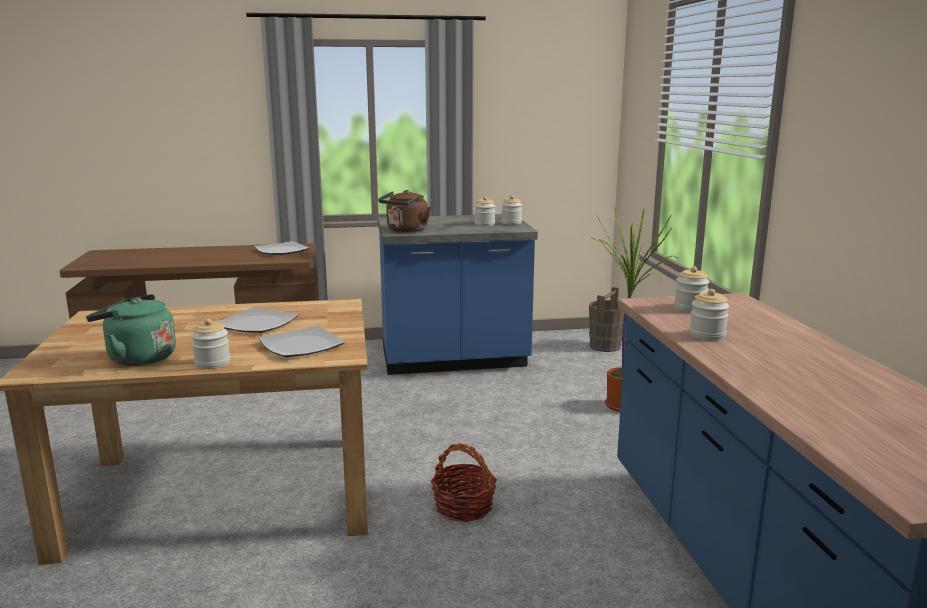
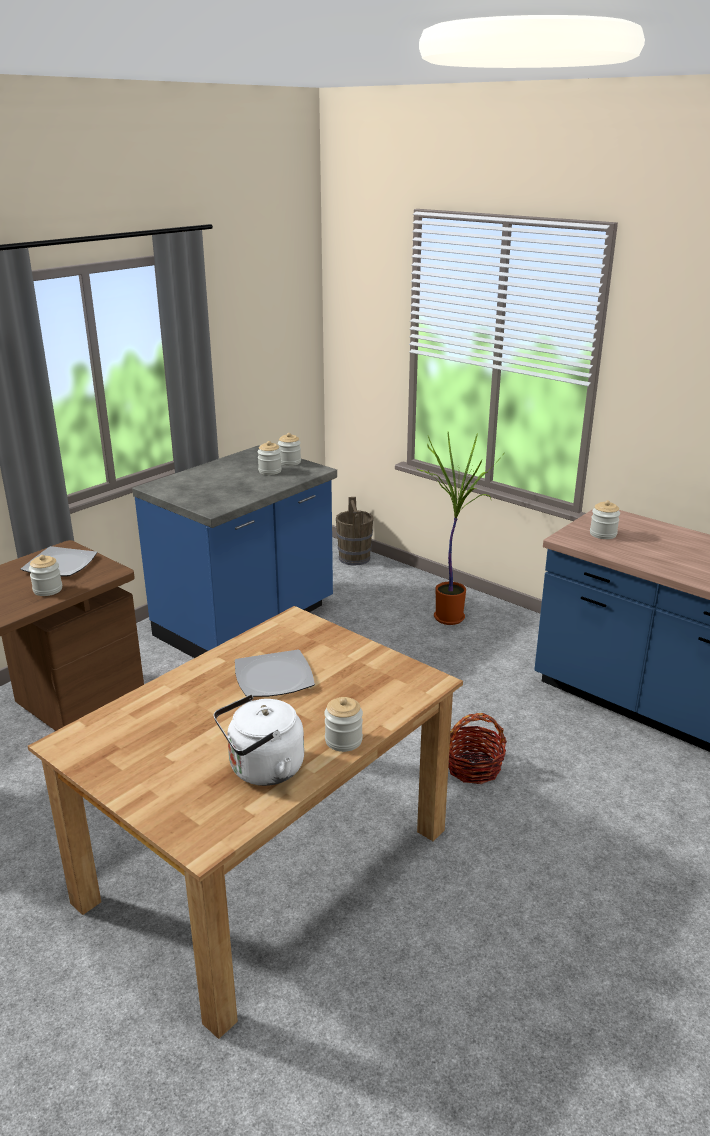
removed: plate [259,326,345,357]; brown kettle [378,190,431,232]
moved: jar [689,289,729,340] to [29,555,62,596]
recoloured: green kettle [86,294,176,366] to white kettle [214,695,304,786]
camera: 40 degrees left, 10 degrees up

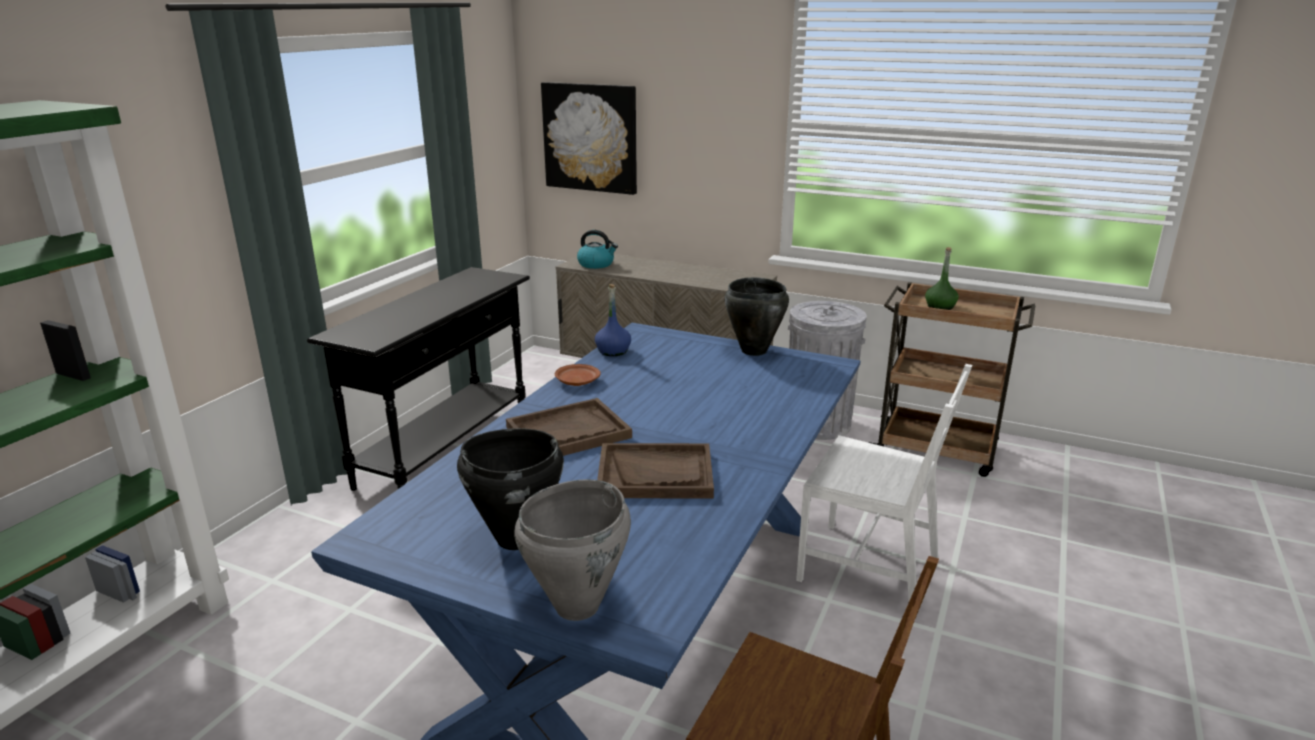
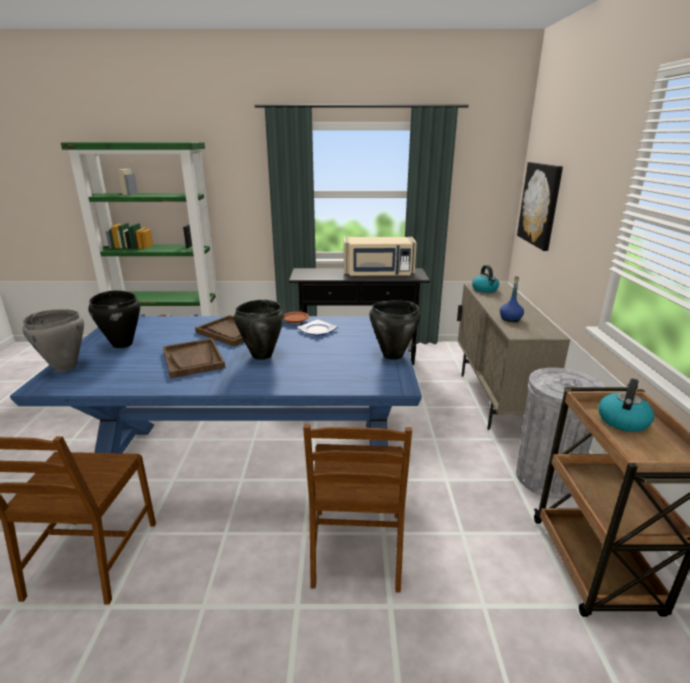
added: black cooking pot [234,300,284,360]; plate [297,319,338,336]; beige microwave [344,237,417,277]
moved: blue bottle [595,284,631,356] to [500,276,524,322]
replaced: green bottle [925,247,959,310] to kettle [598,378,654,432]
recoloured: white chair [796,364,972,601] to brown chair [303,424,412,593]
camera: 65 degrees right, 0 degrees up

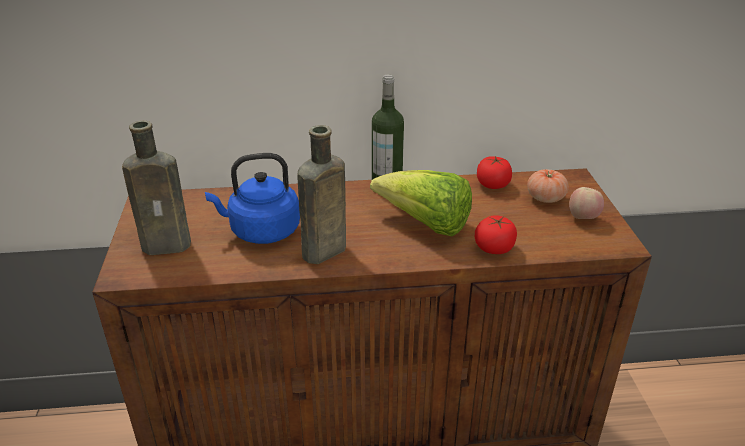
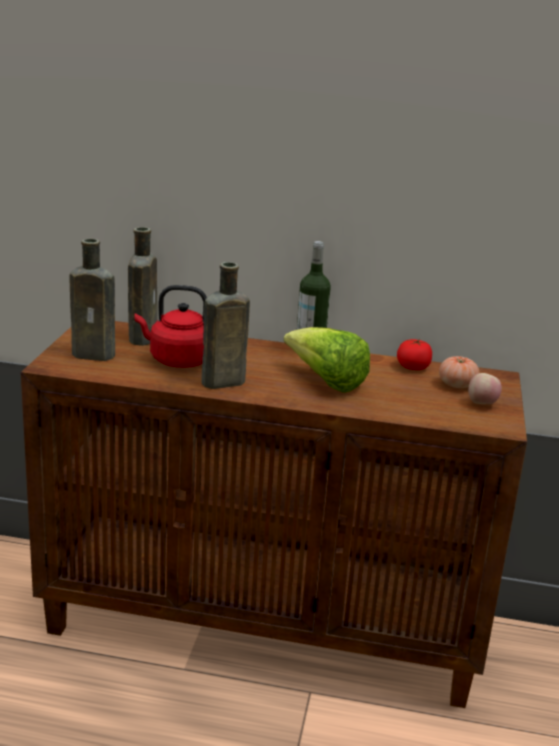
removed: tomato [475,215,517,254]
added: brown bottle [128,227,157,346]
recoloured: blue kettle [205,153,300,244] to red kettle [135,285,207,368]
camera: 15 degrees right, 10 degrees down

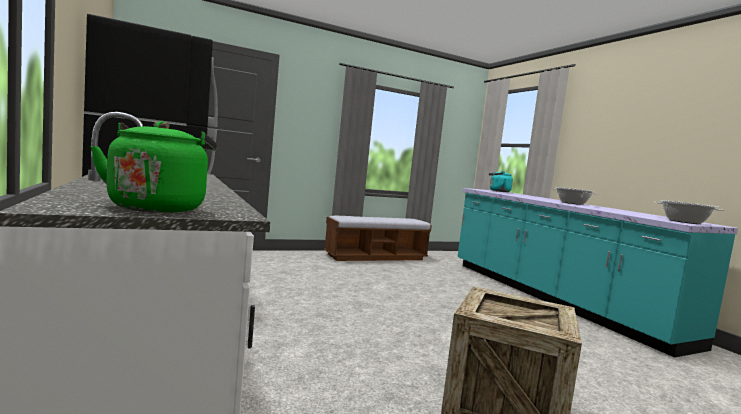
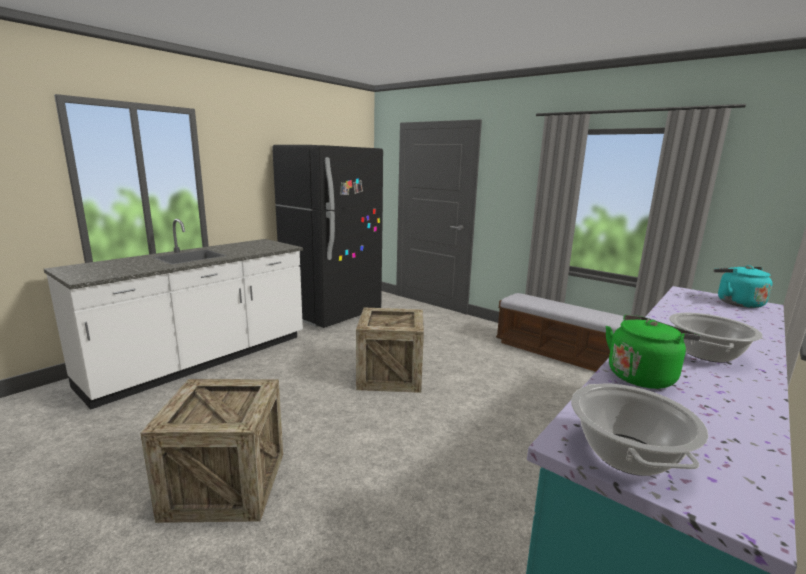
added: crate [356,308,424,393]
moved: green kettle [90,121,217,213] to [605,315,700,389]
camera: 65 degrees right, 10 degrees up

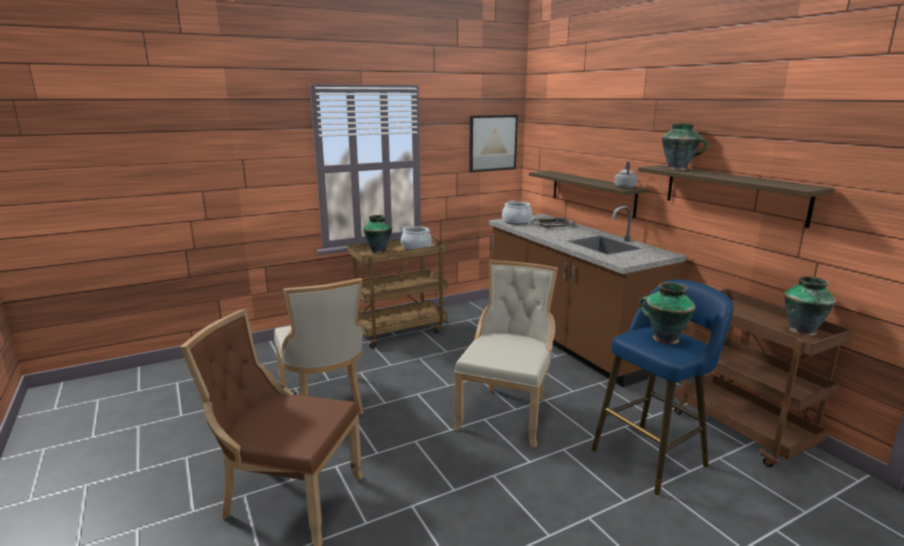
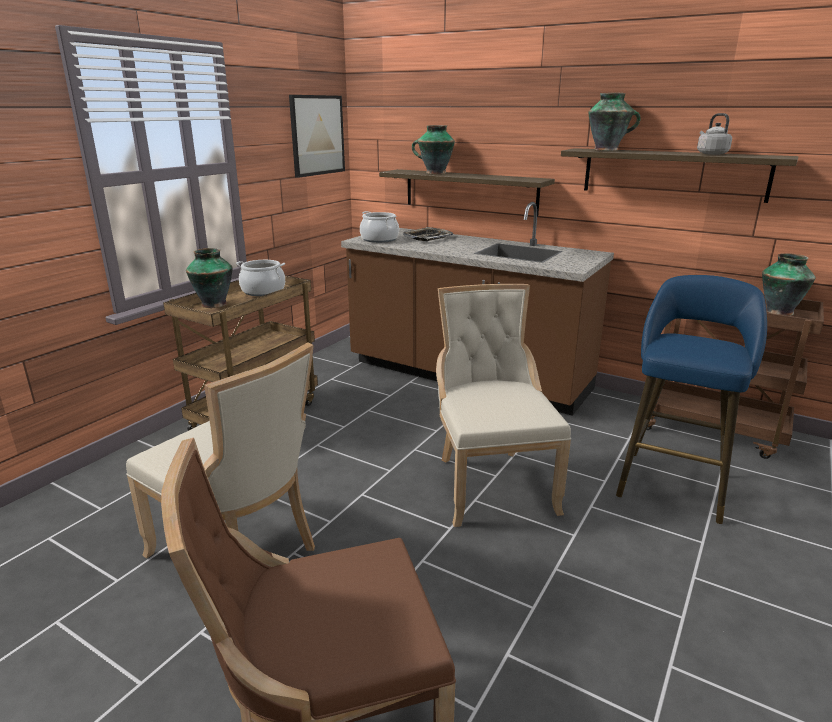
moved: grey kettle [614,161,637,189] to [697,113,732,155]; vase [639,282,696,344] to [412,125,455,174]
camera: 30 degrees left, 5 degrees up

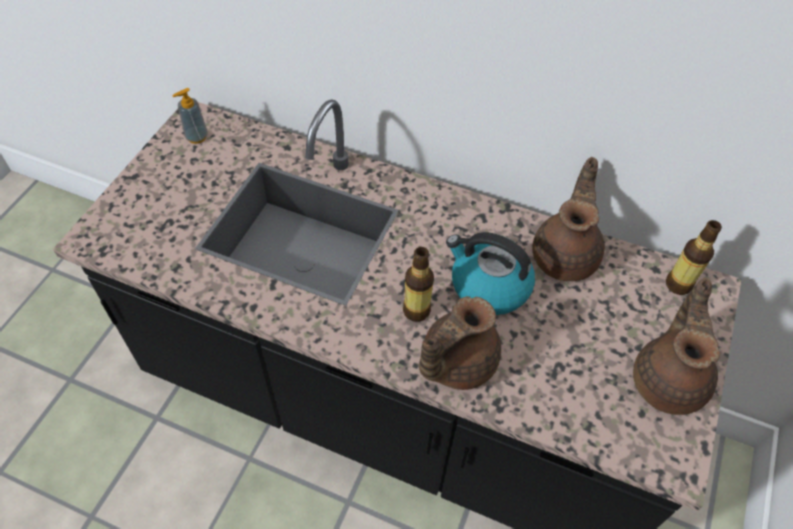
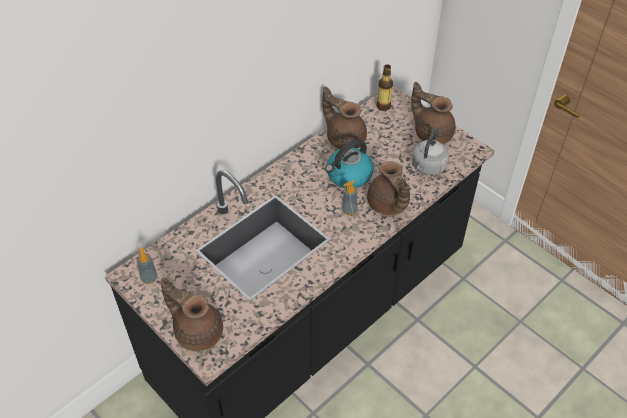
added: brown teapot [160,278,223,351]; grey kettle [412,129,449,175]
replaced: bottle [403,247,434,322] to soap dispenser [342,180,357,215]
camera: 65 degrees left, 5 degrees down

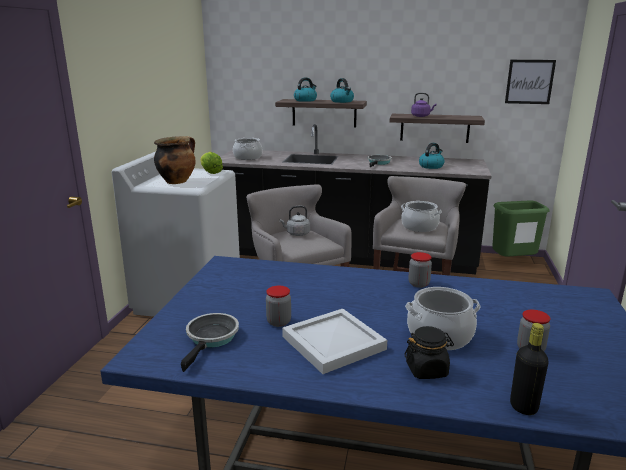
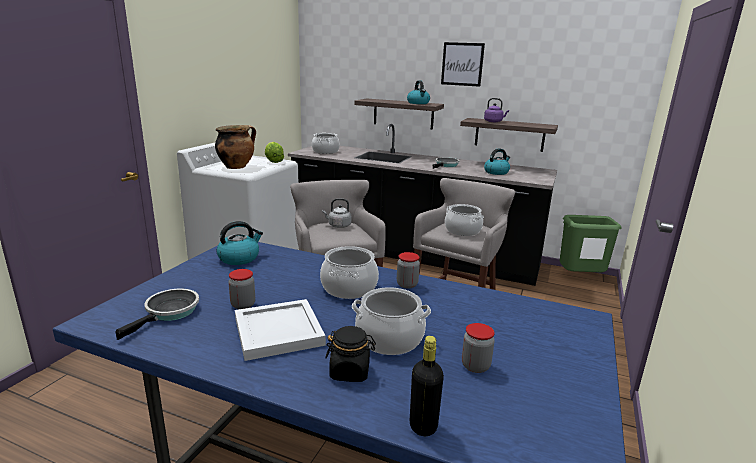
added: cooking pot [320,246,379,299]
moved: kettle [294,78,317,102] to [217,221,263,265]; picture [505,60,556,104] to [441,42,485,87]
camera: 10 degrees right, 0 degrees up

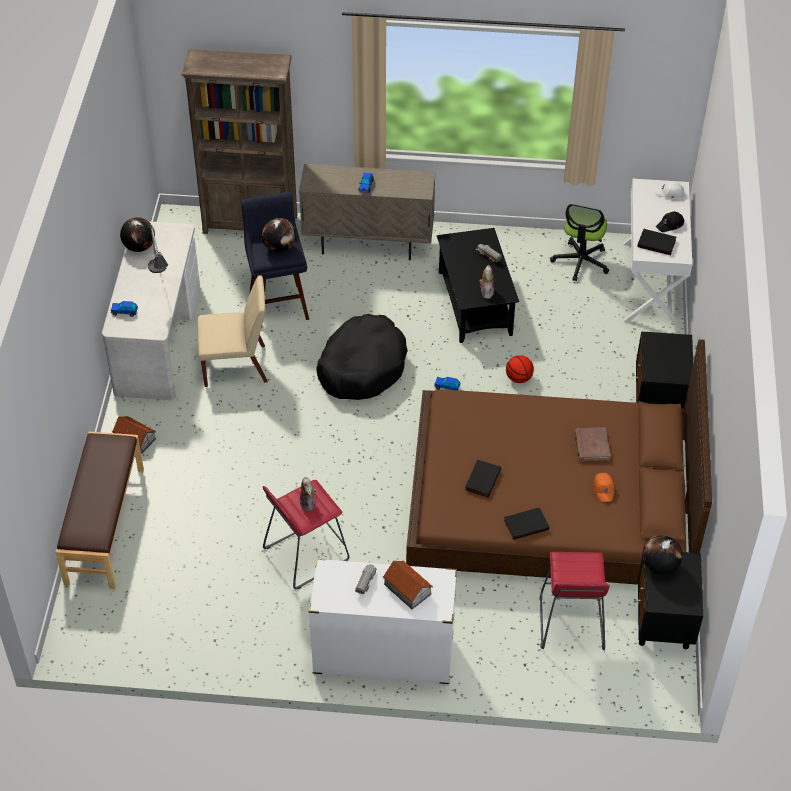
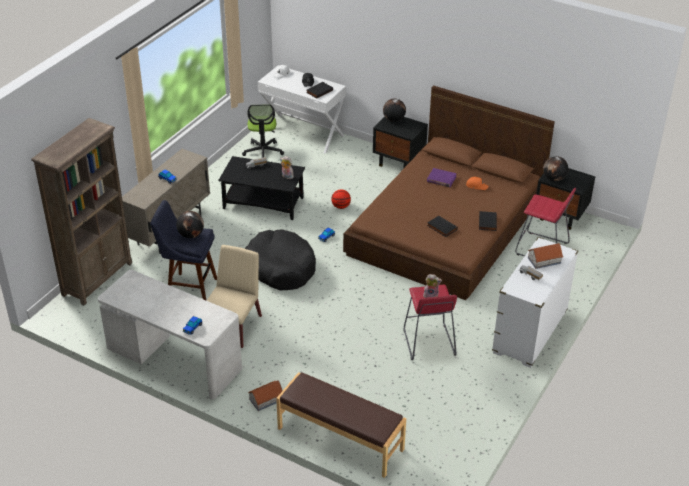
removed: table lamp [148,224,168,273]
moved: globe [120,217,155,252] to [383,98,406,122]
recoloured: brown book [574,427,610,461] to purple book [427,168,457,187]
turned: office chair [550,204,609,281] = [242,104,284,158] 45 degrees clockwise
camera: 65 degrees left, 10 degrees down

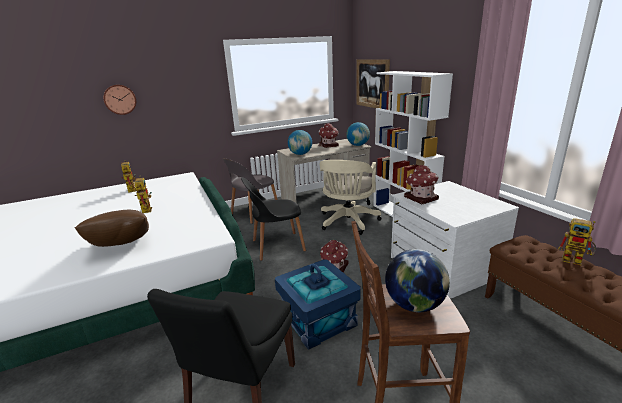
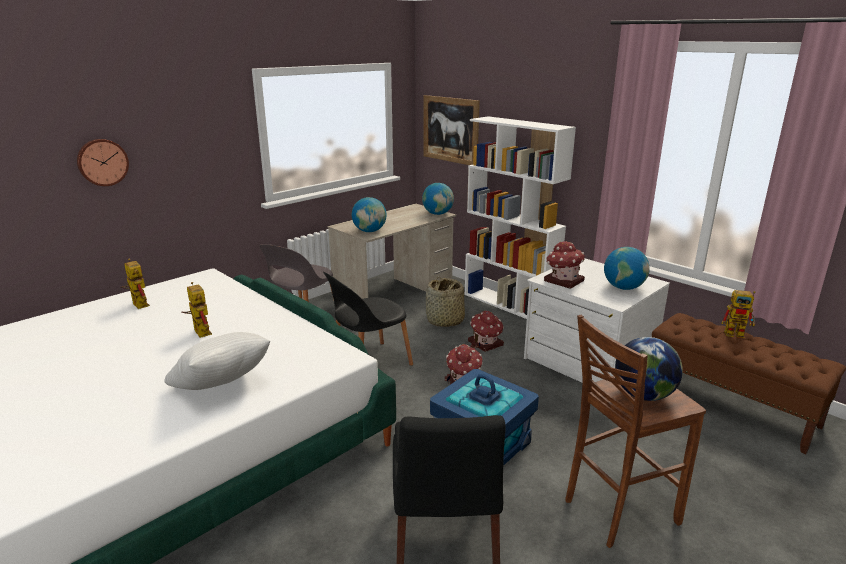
added: globe [604,247,650,290]
moved: toy house [318,123,339,148] to [468,311,504,352]
replaced: beige office chair [320,160,382,235] to basket [426,276,465,327]
recoloured: brown pillow [74,210,149,247] to white pillow [164,332,270,390]
camera: 20 degrees left, 0 degrees up

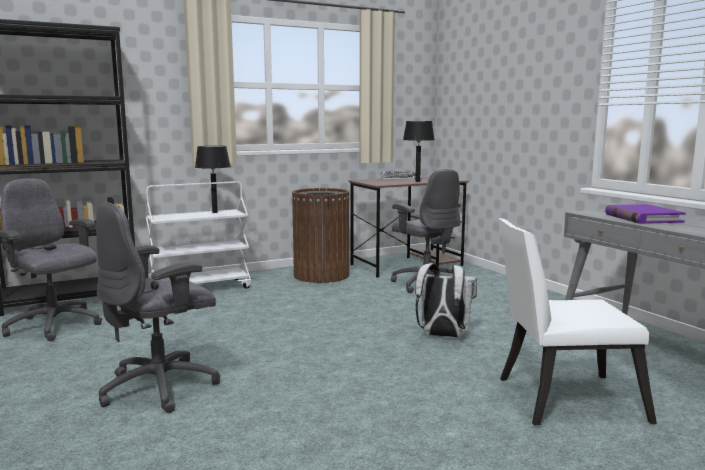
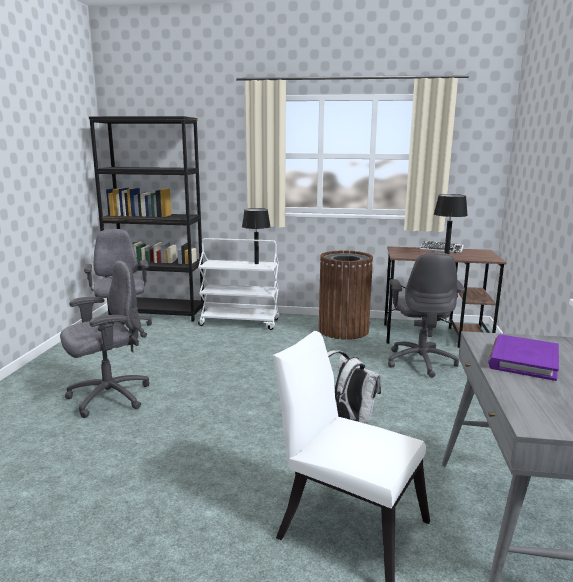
turned: grey office chair [96,202,220,413] = [60,261,150,418] 150 degrees clockwise
camera: 35 degrees right, 5 degrees up

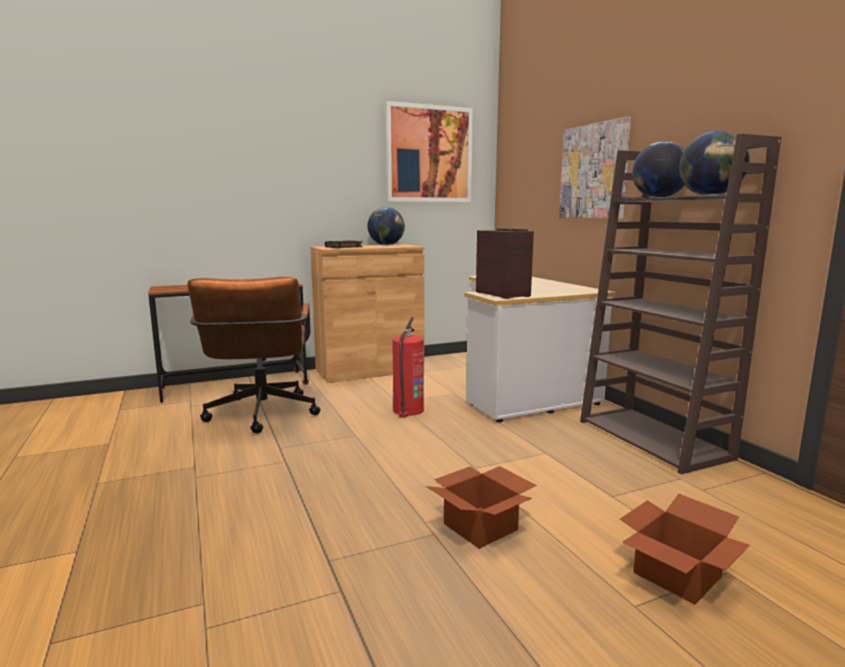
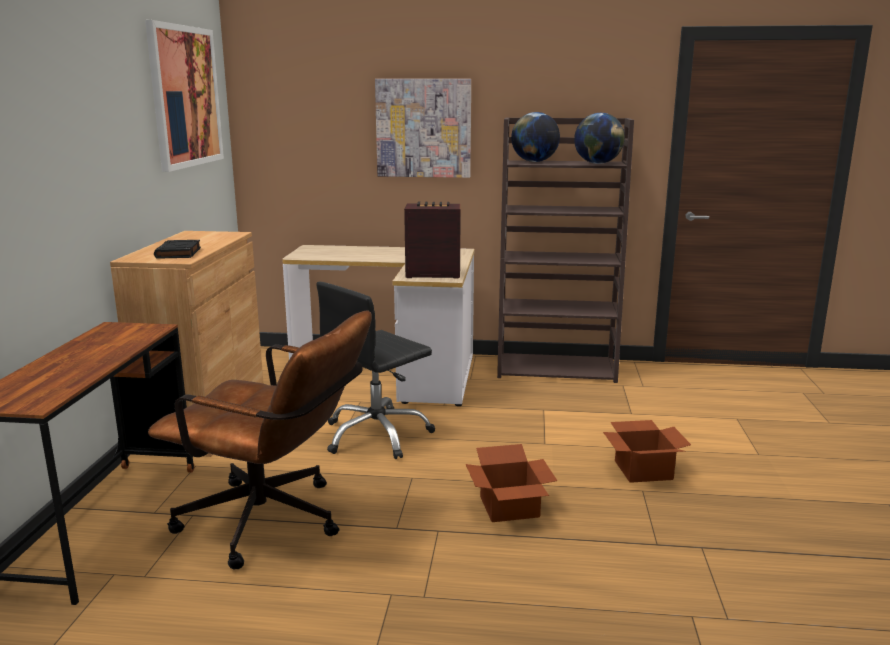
removed: globe [367,207,405,245]
moved: cardboard box [620,493,750,605] to [466,444,557,522]
replaced: fire extinguisher [392,317,424,418] to black office chair [316,282,435,459]
camera: 60 degrees left, 5 degrees up

